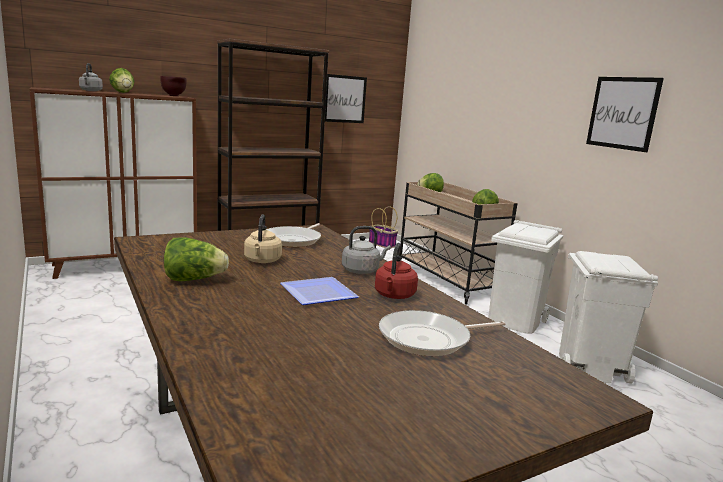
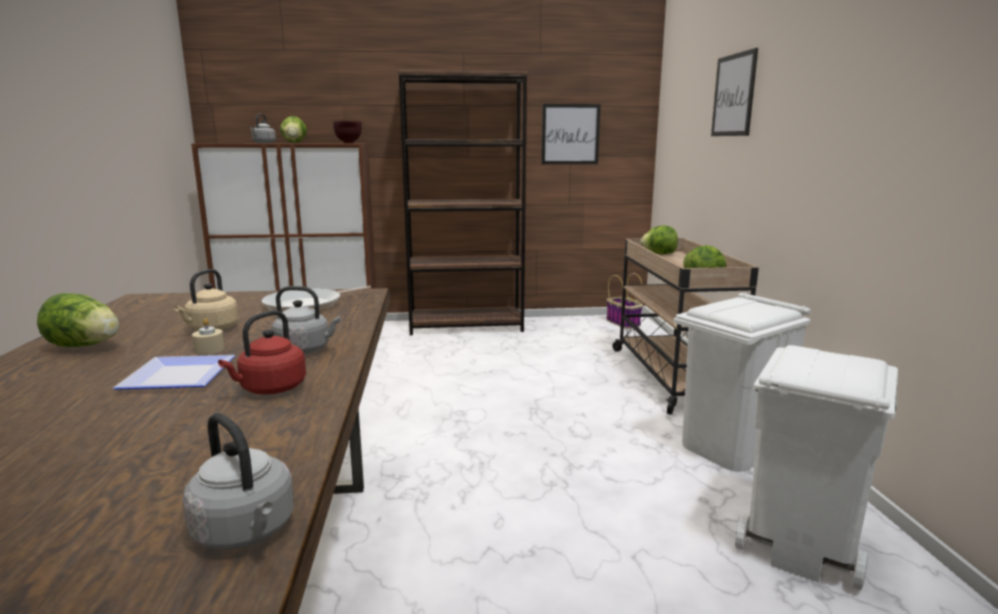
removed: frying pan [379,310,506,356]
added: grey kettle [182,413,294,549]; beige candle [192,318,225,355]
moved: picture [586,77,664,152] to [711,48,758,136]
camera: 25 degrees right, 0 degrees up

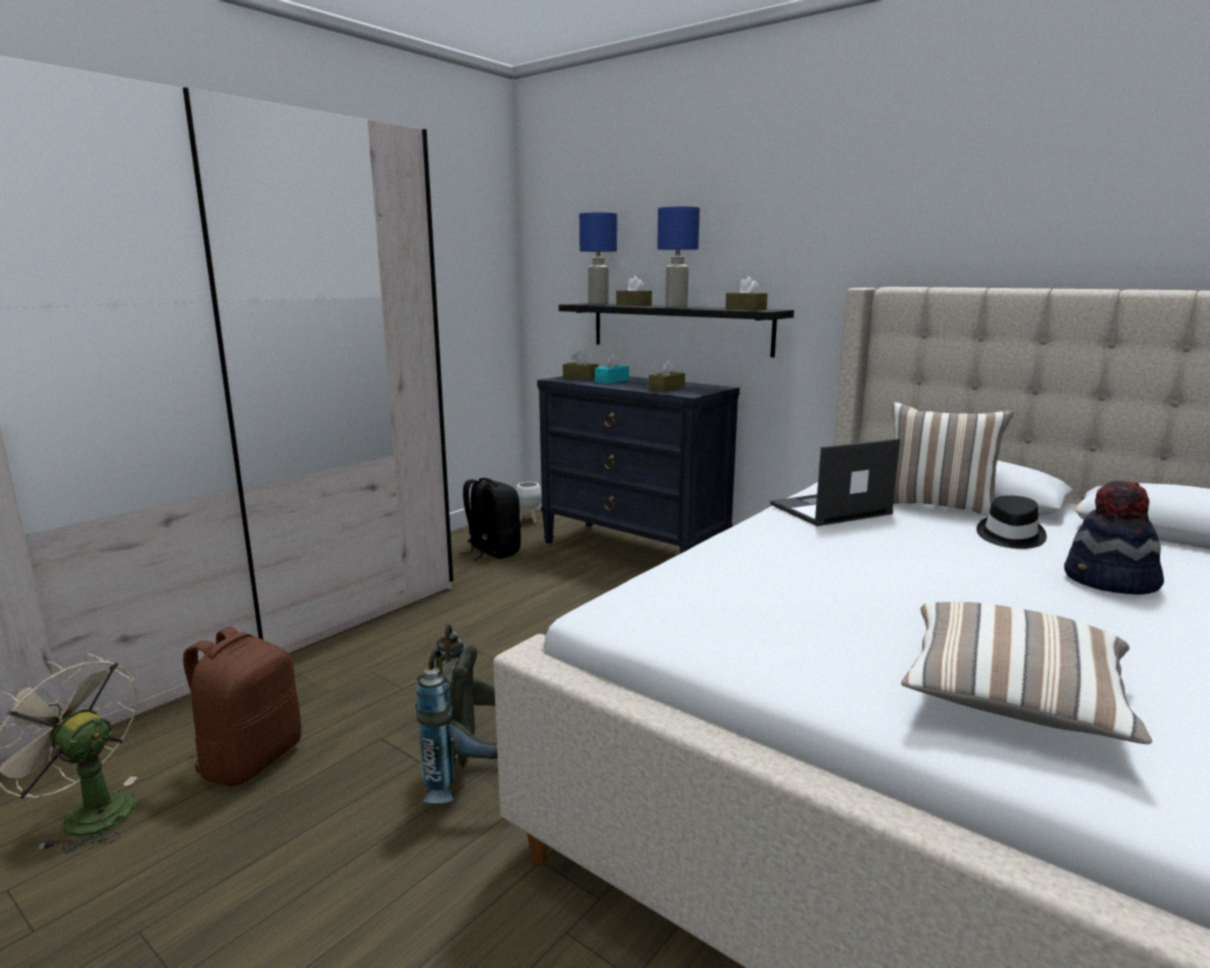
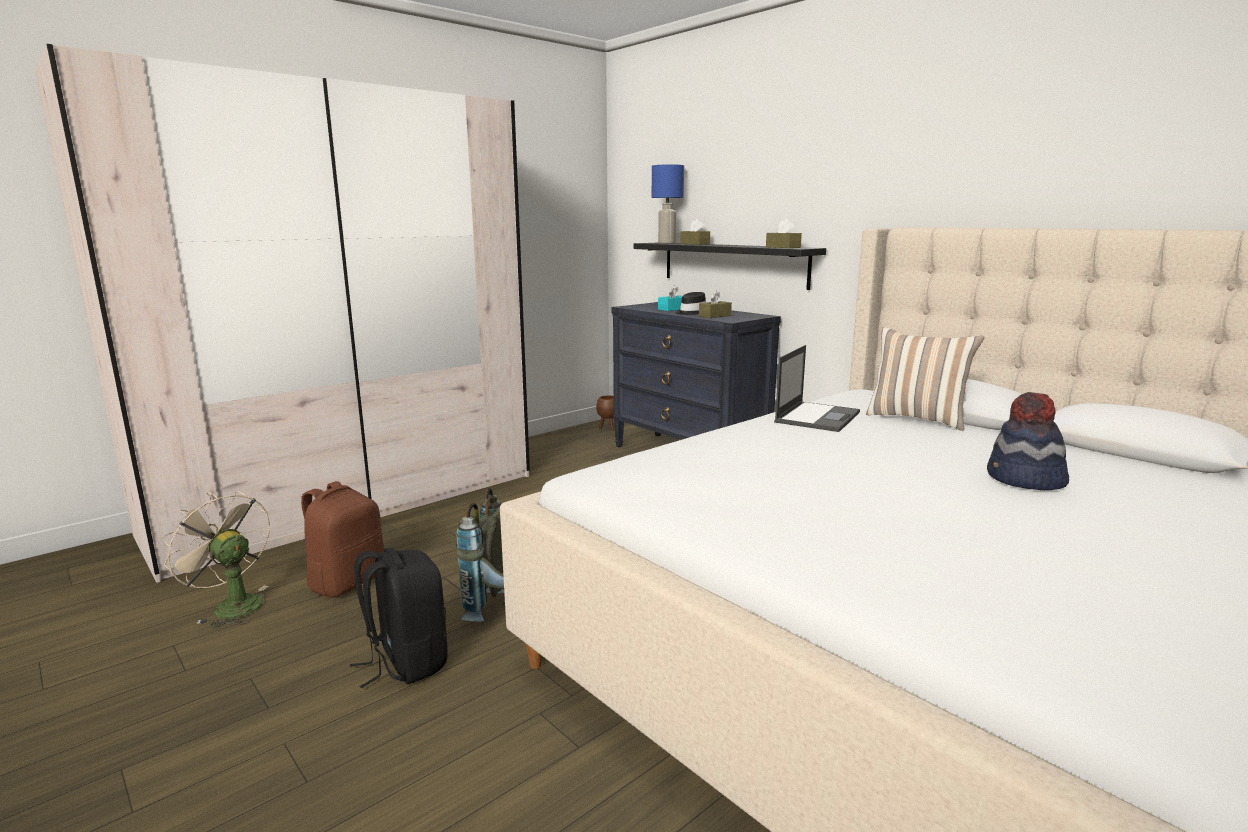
removed: brown tissue box [563,351,598,380]; blue table lamp [657,206,700,308]; pillow [901,602,1152,744]
moved: black backpack [459,478,521,561] to [350,548,447,688]; black hat [977,495,1047,549] to [675,292,706,315]
recoloured: white planter [515,482,542,523] to brown planter [596,395,614,431]
turned: laptop [770,438,900,526] = [774,345,860,432] 135 degrees clockwise
camera: 10 degrees right, 0 degrees up

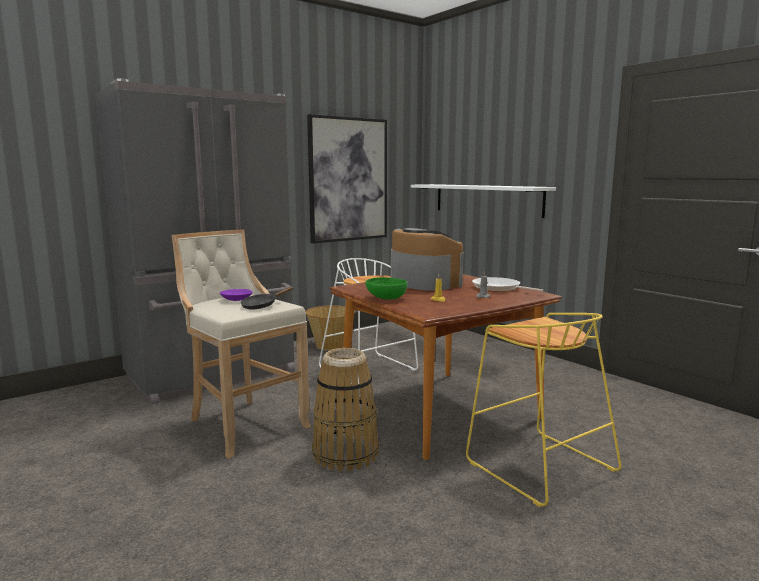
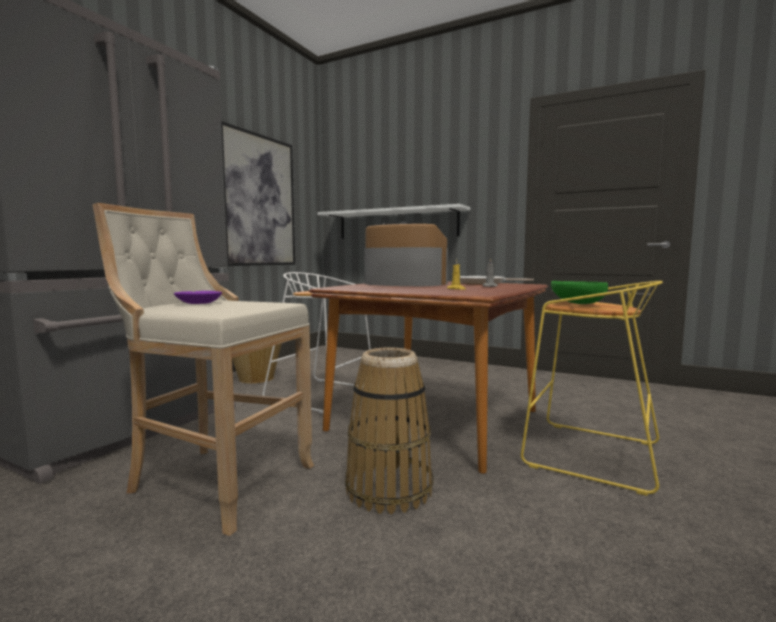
removed: black frying pan [240,287,294,309]
moved: green bowl [365,277,407,300] to [551,281,608,304]
camera: 25 degrees left, 5 degrees down

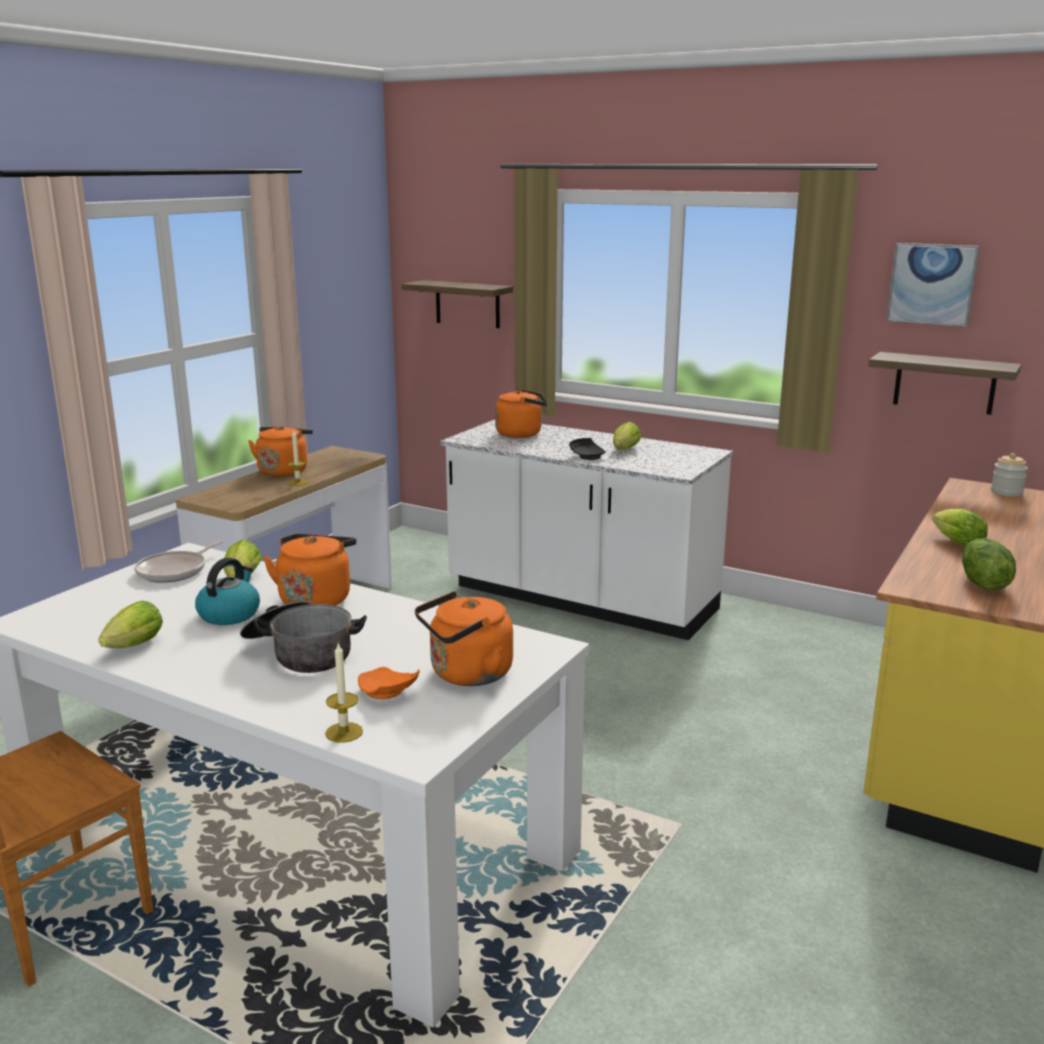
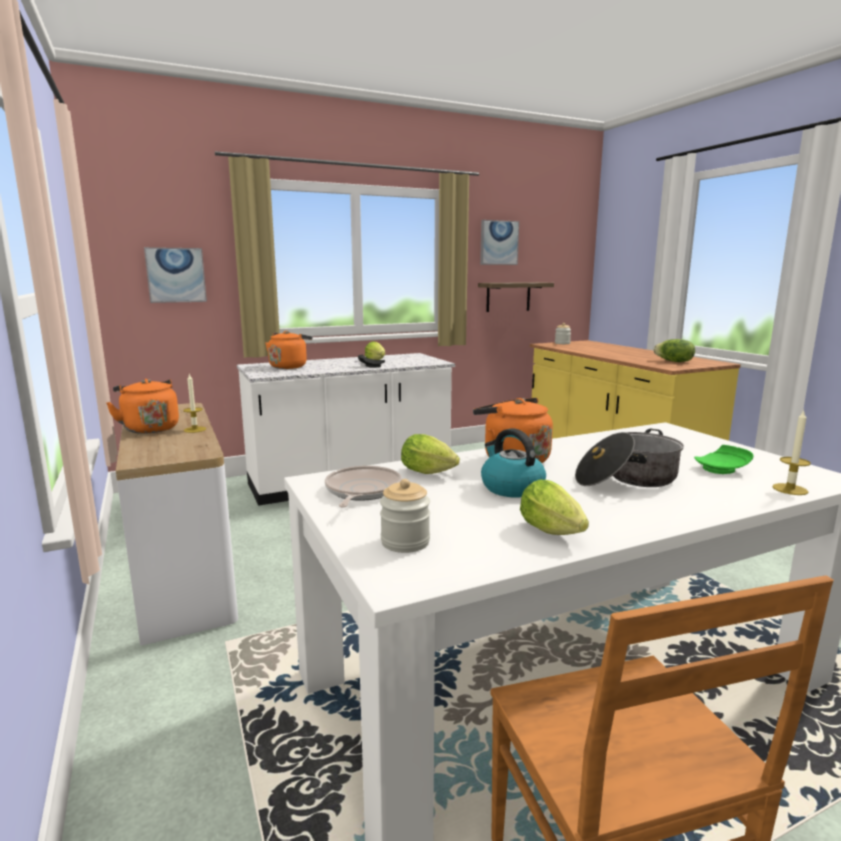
removed: orange kettle [415,591,513,686]; lettuce [932,509,988,547]
added: jar [380,479,430,553]
replaced: shelf [401,280,513,328] to picture [144,247,207,303]
recoloured: orange plate [358,667,419,699] to green plate [694,445,754,474]
turned: frying pan [134,540,224,583] = [325,466,402,508] 150 degrees counterclockwise
camera: 55 degrees left, 5 degrees down

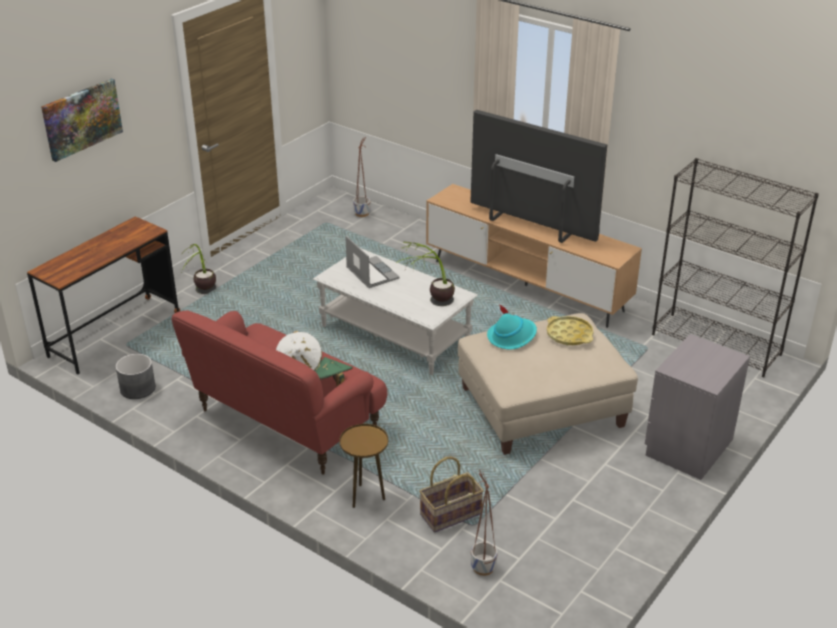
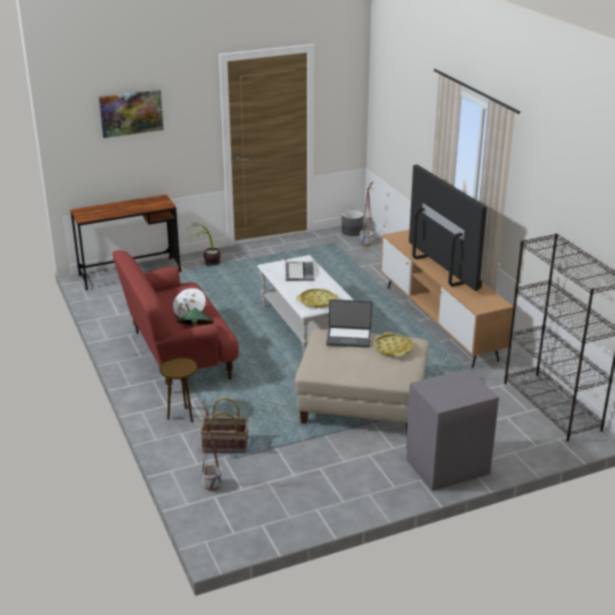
moved: grey planter [115,354,156,399] to [342,210,364,236]
replaced: potted plant [396,242,455,306] to yellow tray [296,289,338,308]; turquoise hat [487,304,537,349] to laptop [326,299,372,348]
camera: 30 degrees right, 5 degrees down

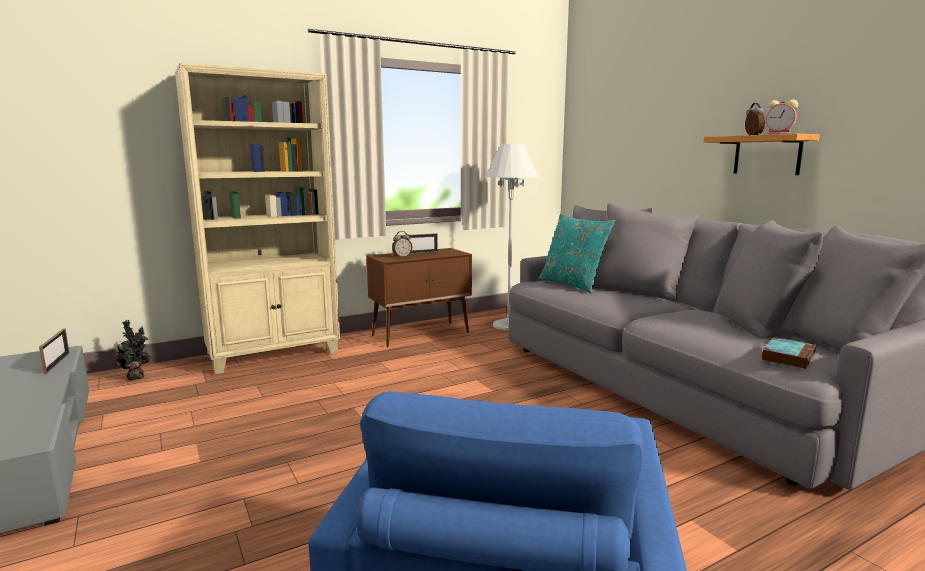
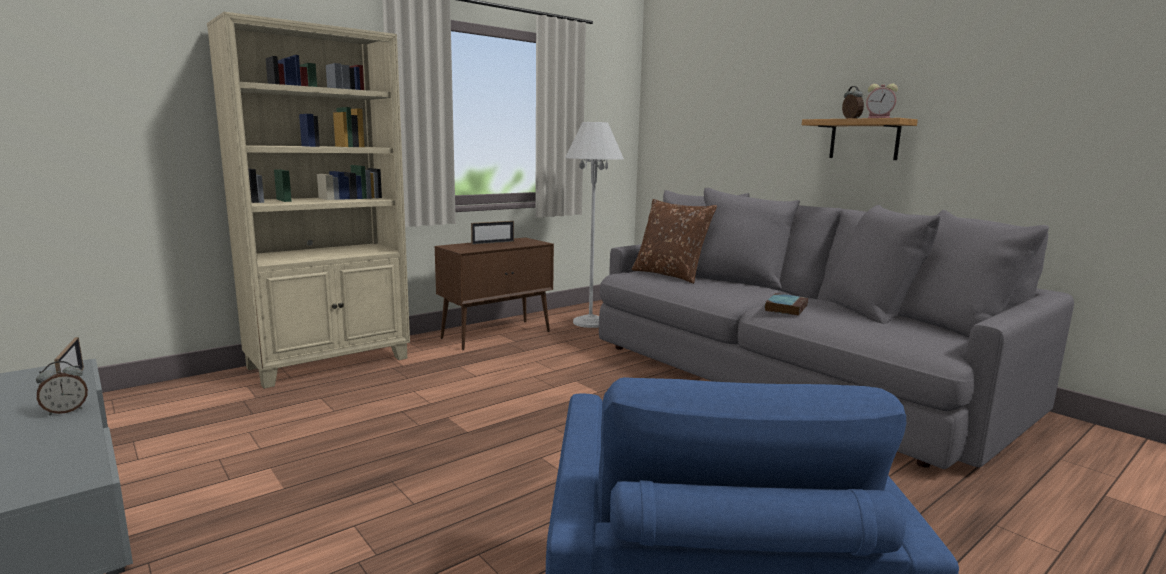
removed: potted plant [112,320,151,380]
moved: alarm clock [392,231,412,258] to [36,361,88,415]; book [762,337,816,369] to [765,293,808,316]
recoloured: turquoise pillow [539,214,615,293] to brown pillow [631,199,717,284]
camera: 10 degrees left, 0 degrees up

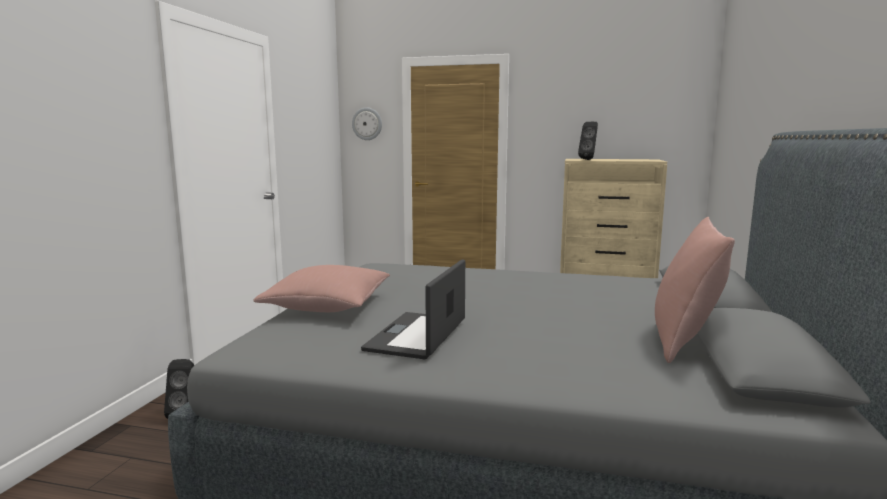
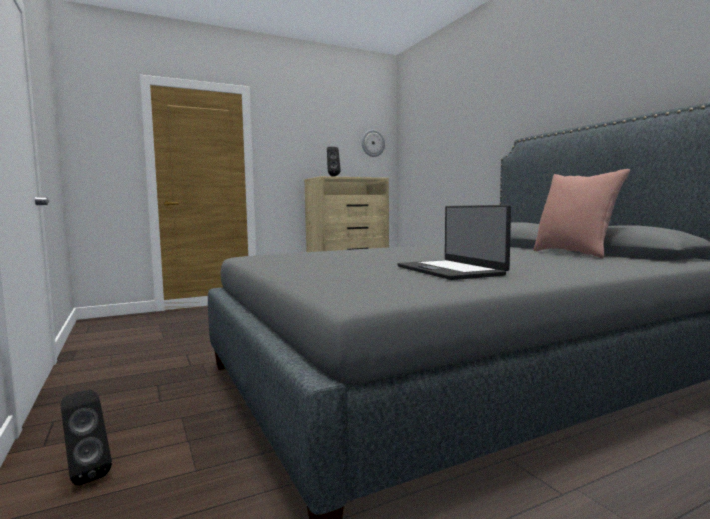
removed: pink pillow [253,265,390,312]
moved: wall clock [352,107,382,140] to [362,129,385,157]
camera: 40 degrees left, 5 degrees down

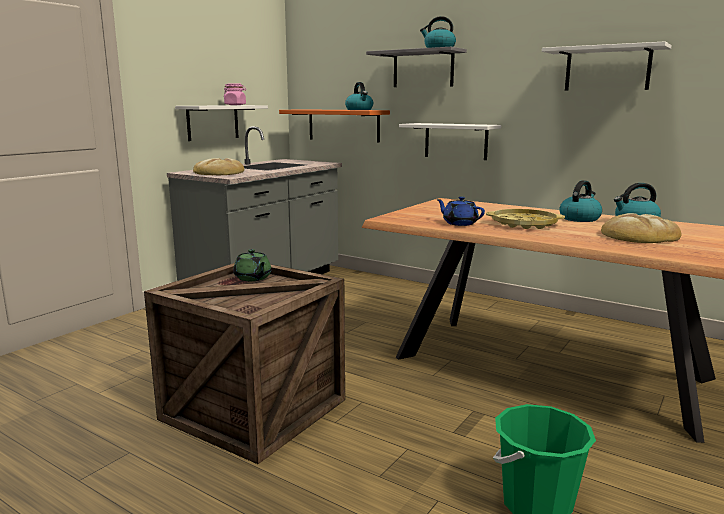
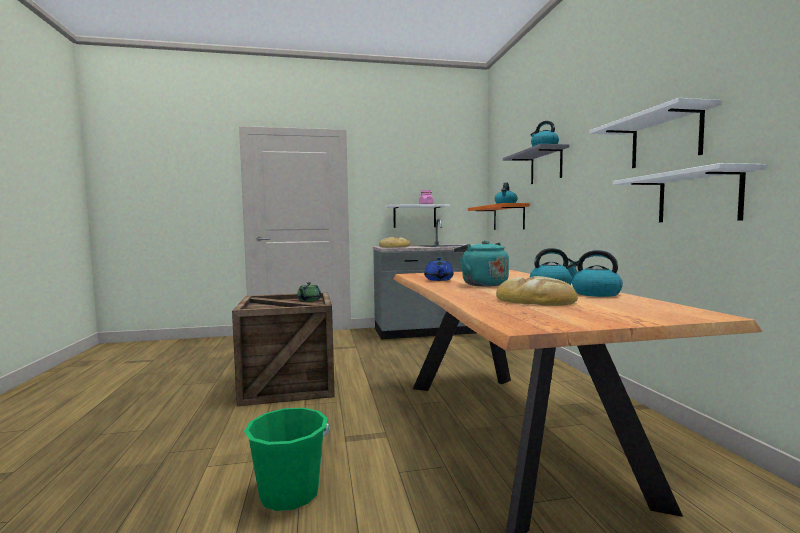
moved: white shelf [399,123,501,160] to [613,163,766,222]
replaced: yellow tray [486,209,565,229] to turquoise kettle [454,240,509,287]
camera: 45 degrees right, 10 degrees down

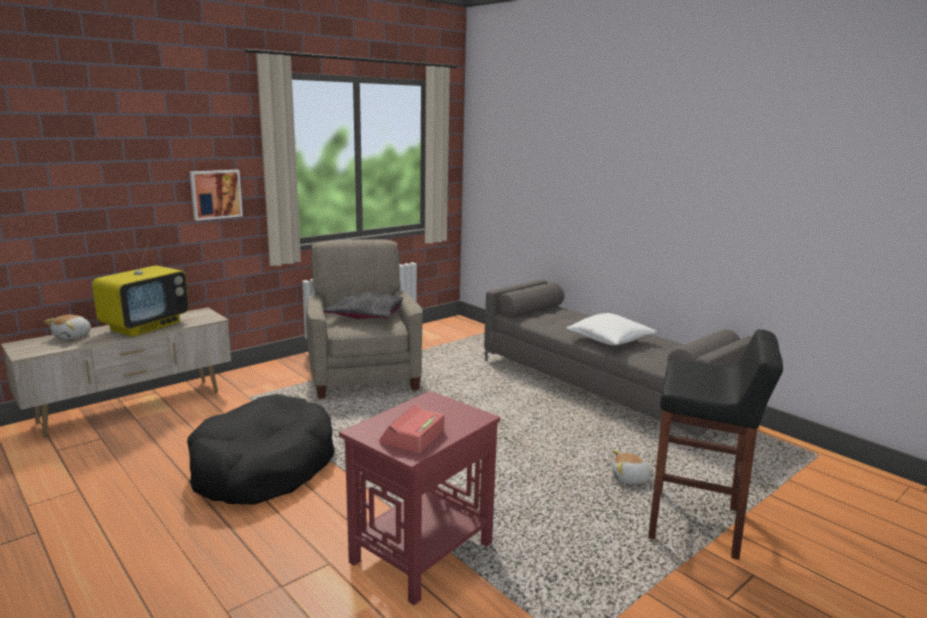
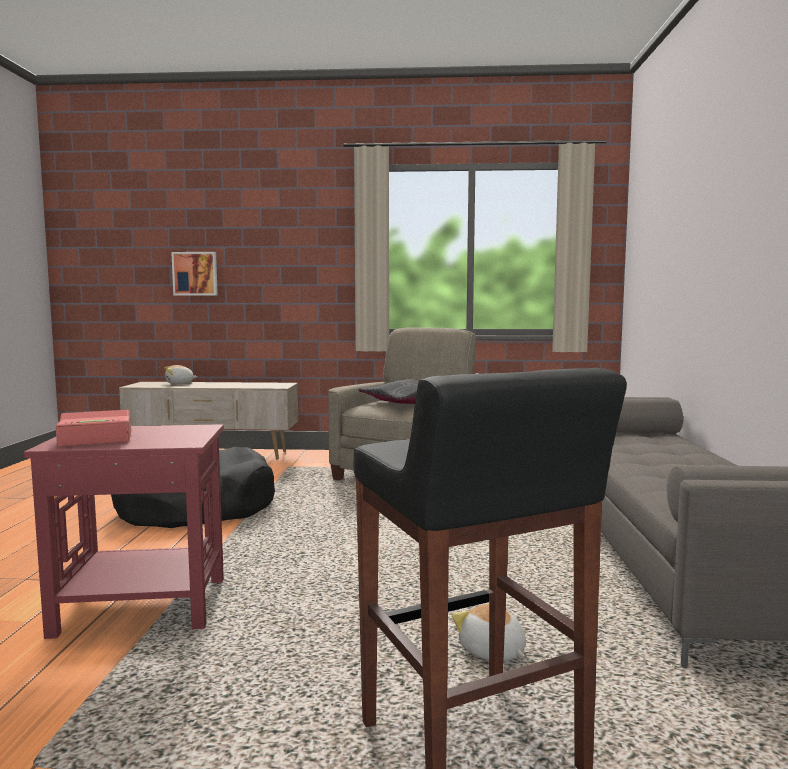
removed: television [92,239,189,337]; white pillow [567,313,657,345]
moved: picture [190,170,243,221] to [171,252,218,296]
camera: 45 degrees right, 10 degrees down

